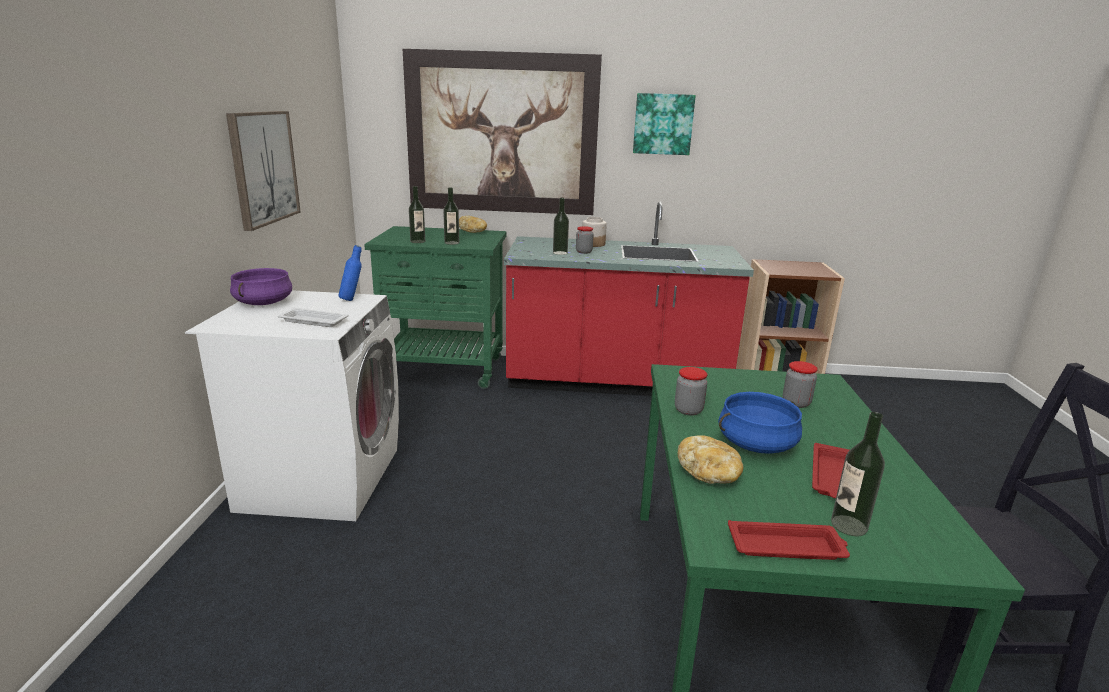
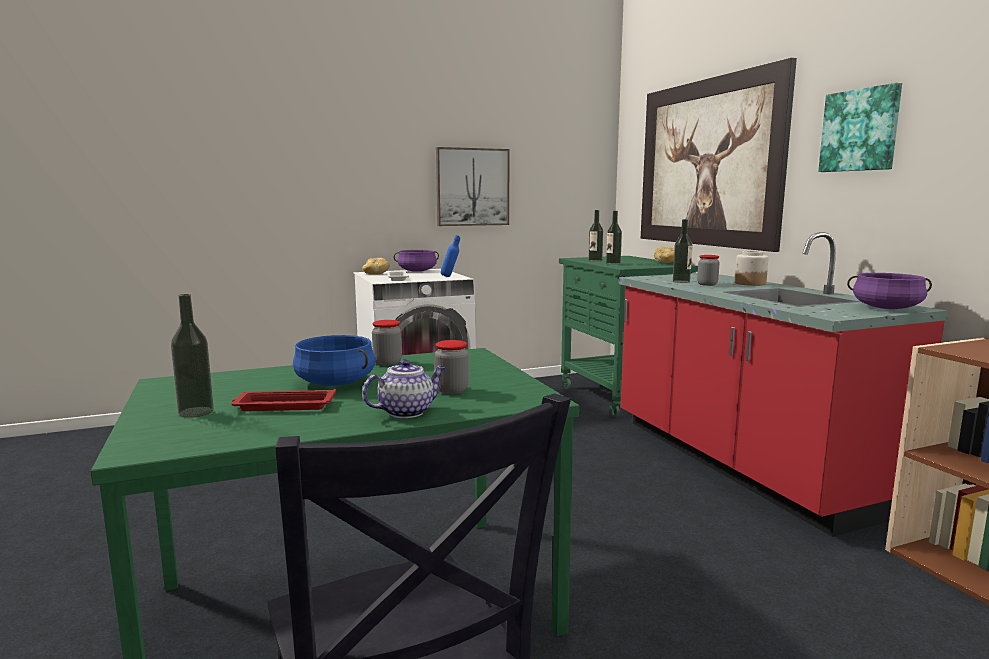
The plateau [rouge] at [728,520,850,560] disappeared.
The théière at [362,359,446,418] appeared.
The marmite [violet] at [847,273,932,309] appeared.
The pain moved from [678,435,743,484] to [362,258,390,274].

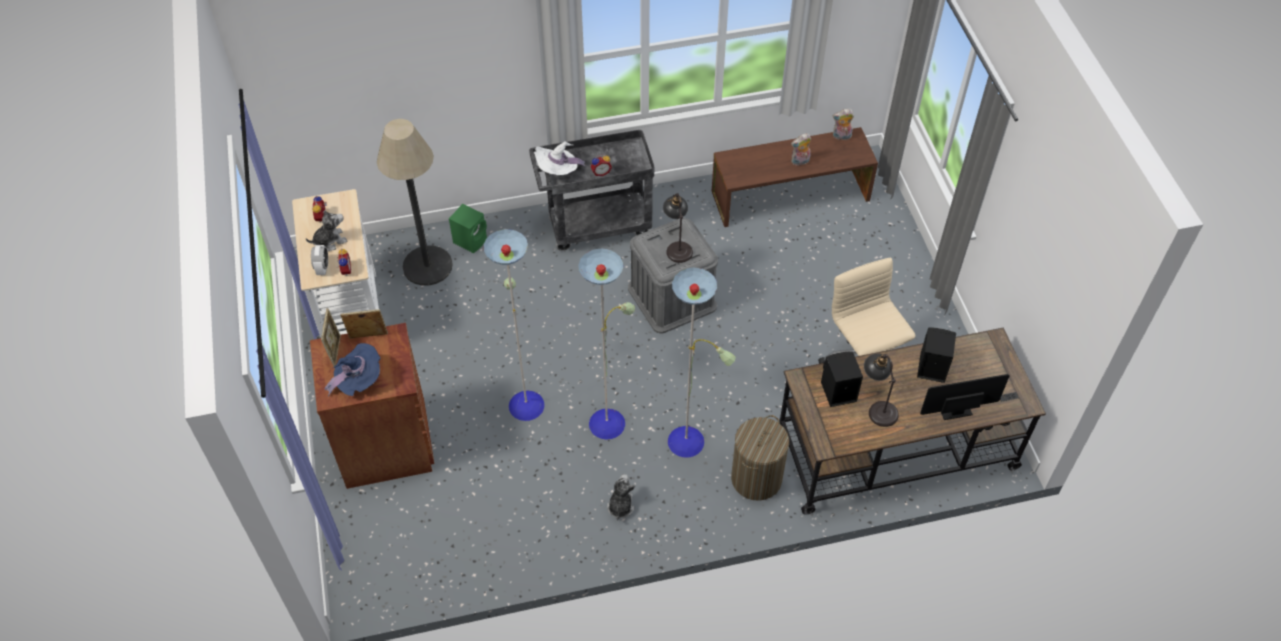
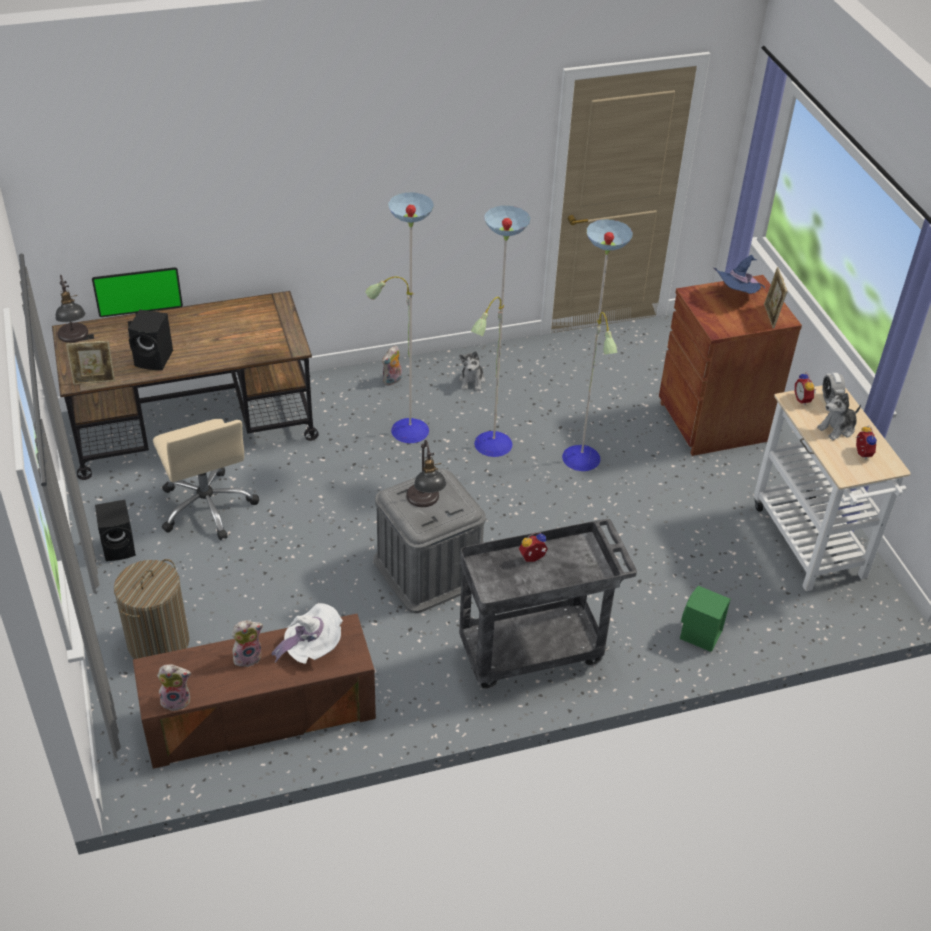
The lampadaire at [377,119,453,286] disappeared.
The peluche at [382,346,402,385] appeared.
The cadre photo moved from [340,309,388,339] to [66,341,115,385].
The chapeau [blanc] moved from [534,141,588,175] to [271,603,343,664].
The panier à linge moved from [731,415,789,501] to [114,559,190,659].
The enceinte [noir] moved from [821,351,863,407] to [95,500,136,561].
The lampe de table [gris] moved from [864,354,899,427] to [55,275,88,343].

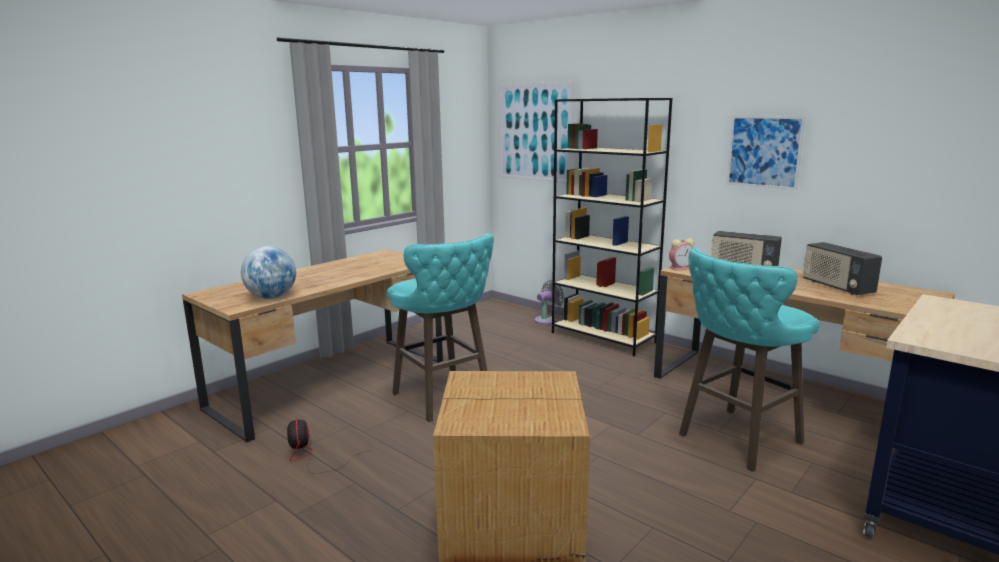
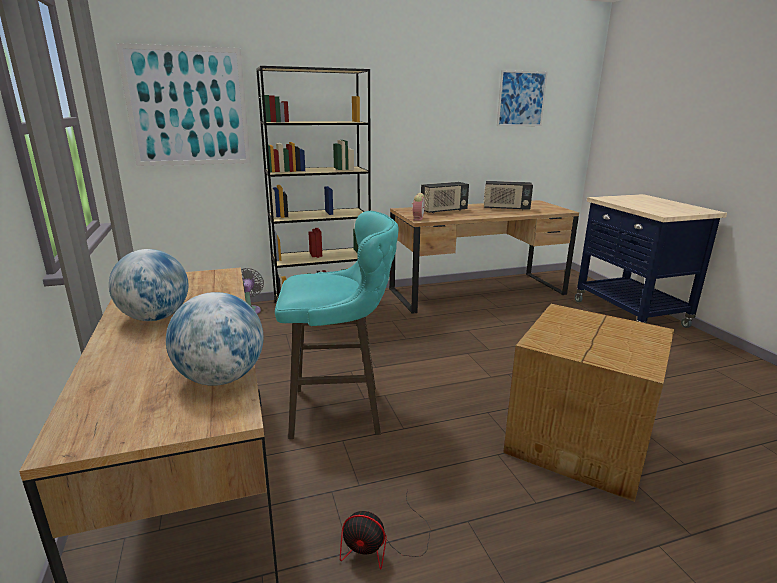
The tabouret [turquoise] at [679,247,819,472] disappeared.
The globe at [109,249,188,321] appeared.
The tableau moved from [726,116,806,190] to [497,70,548,126].

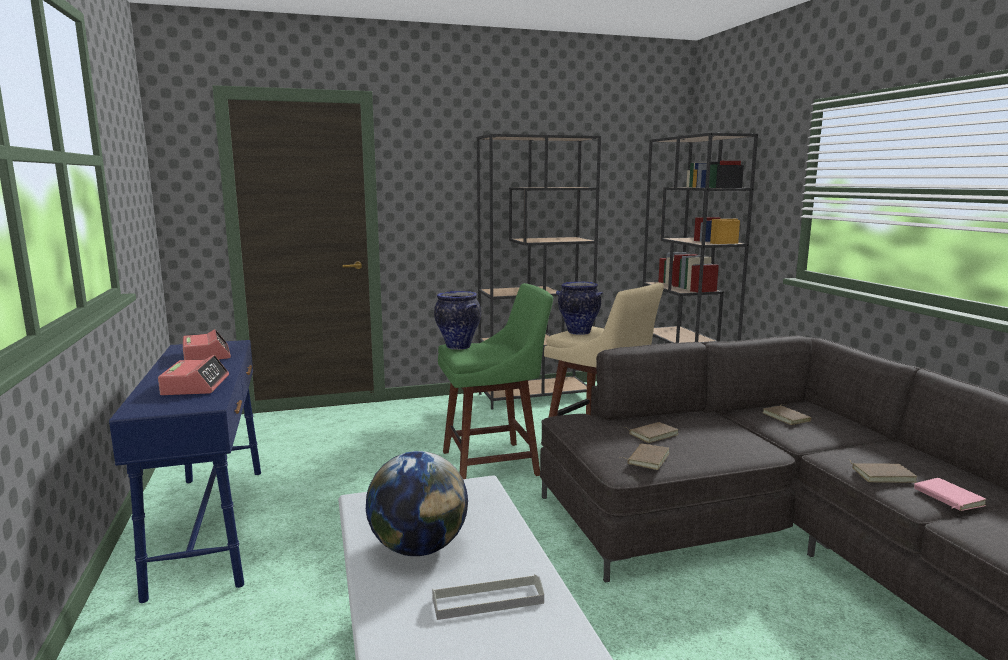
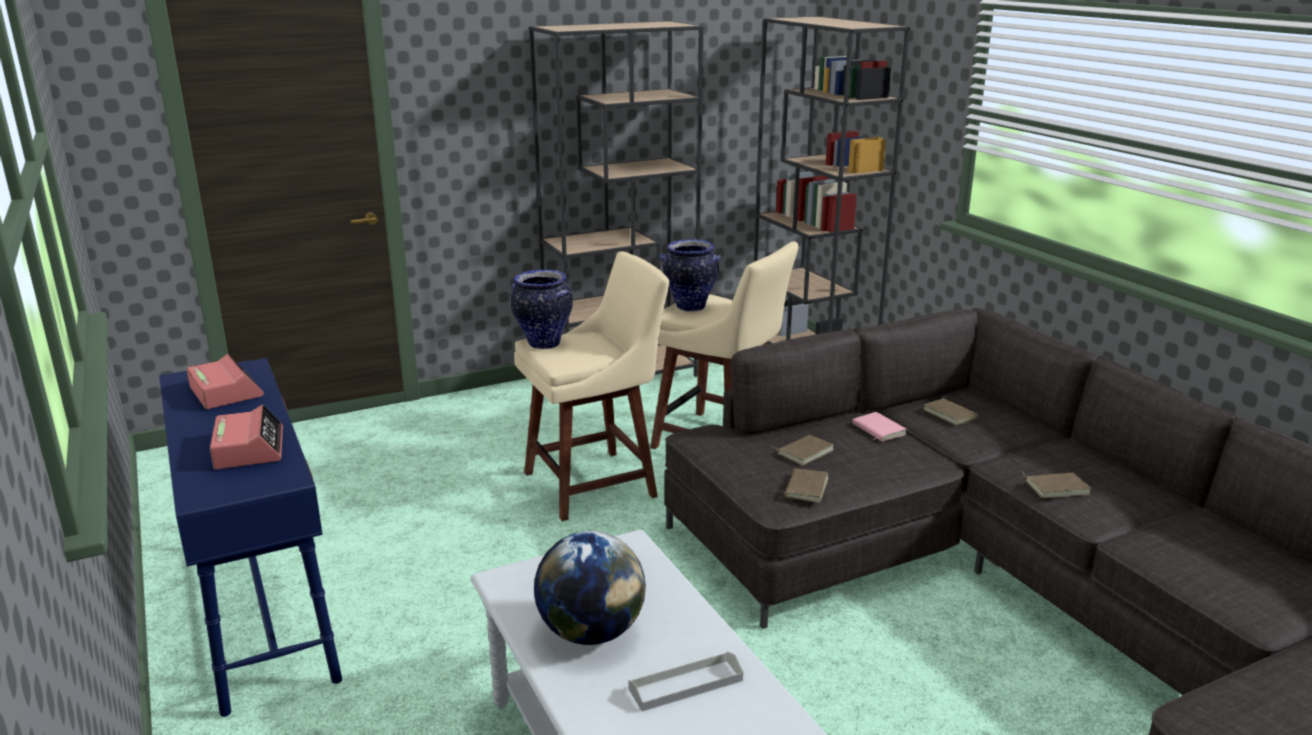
The livre [rose] moved from [914,478,987,511] to [852,412,906,441].
The tabouret [vert] at [438,283,553,479] became the tabouret [beige] at [514,252,669,521].

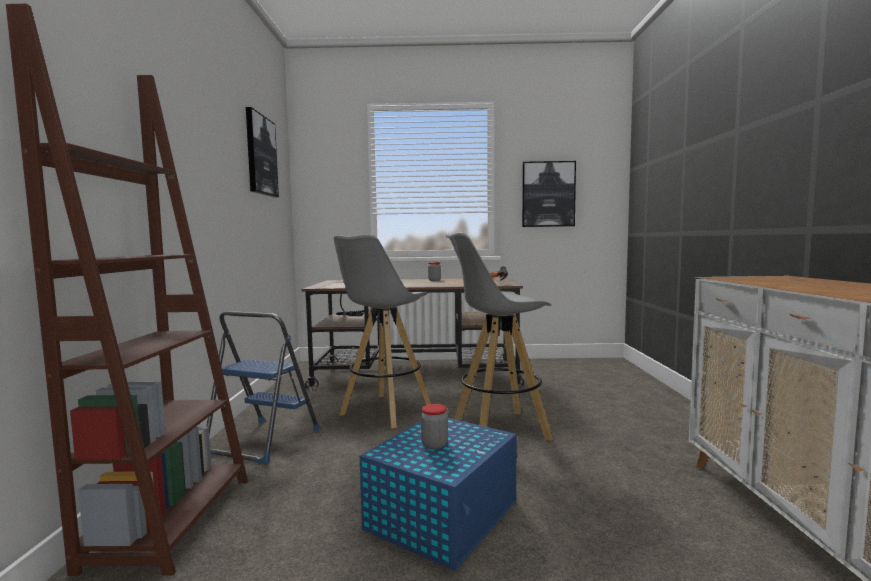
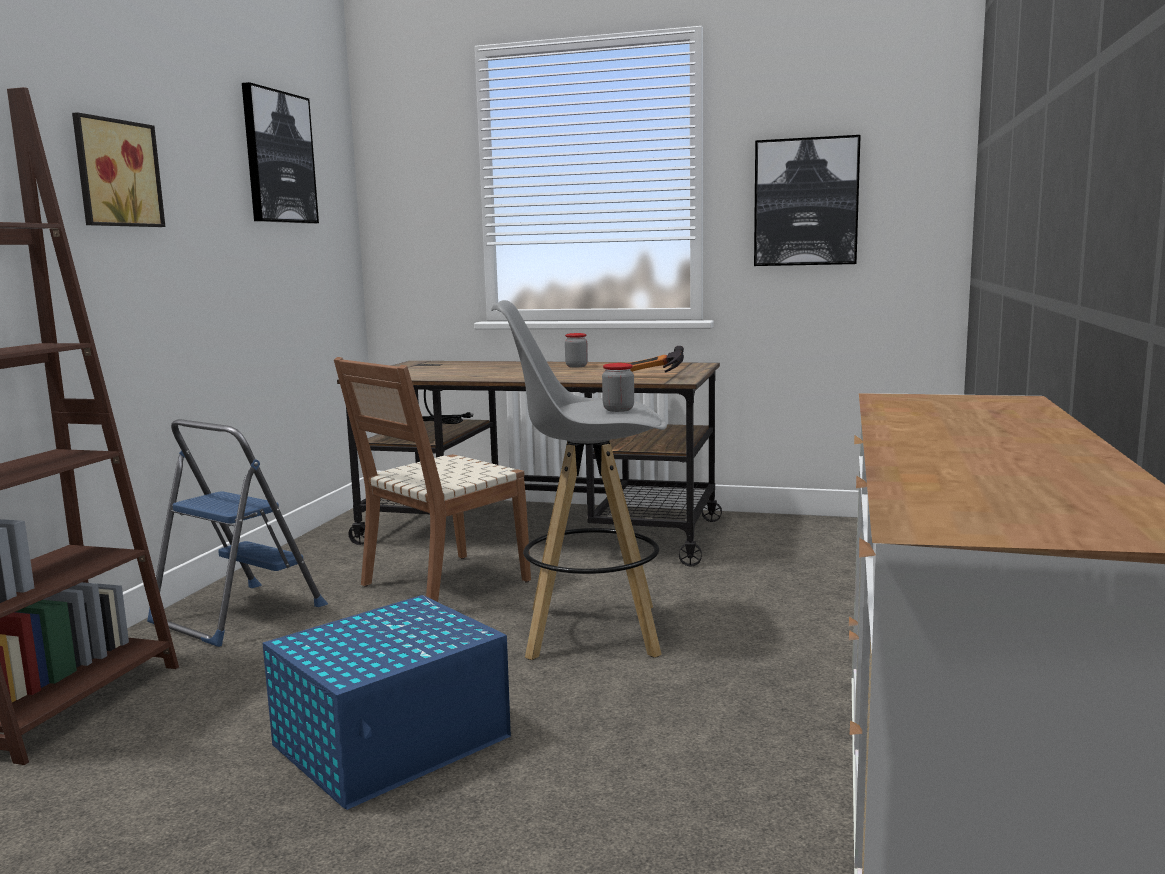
The tableau at [72,112,165,227] appeared.
The bocal moved from [421,404,448,449] to [602,363,634,412].
The tabouret [gris] at [334,234,431,429] was replaced by the chaise at [334,357,531,602].

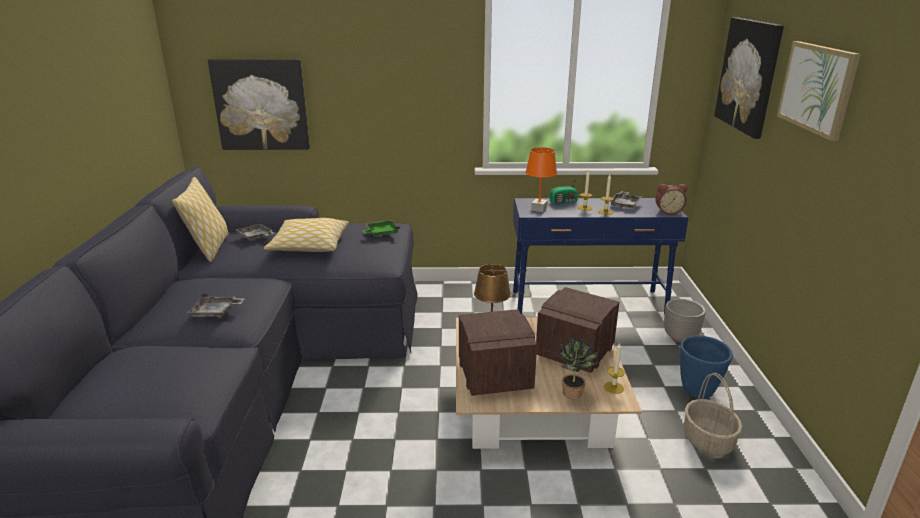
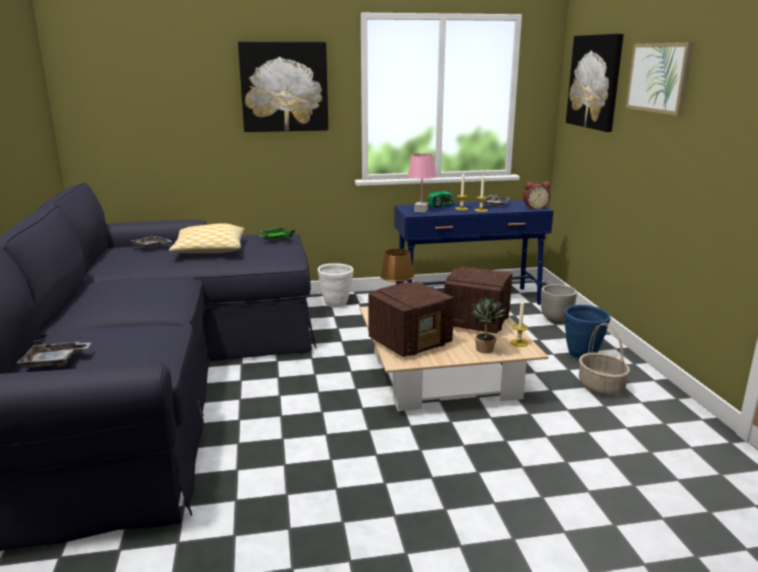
The coussin at [172,177,229,262] disappeared.
The cache-pot [blanc] at [318,263,353,308] appeared.
The plateau [gris] moved from [187,293,245,317] to [17,340,91,368].
The tableau moved from [208,59,310,150] to [238,42,328,132].
The lampe de table [orange] at [525,147,557,212] became the lampe de table [rose] at [408,153,436,213].
The radio at [459,309,537,396] turned 75 degrees clockwise.

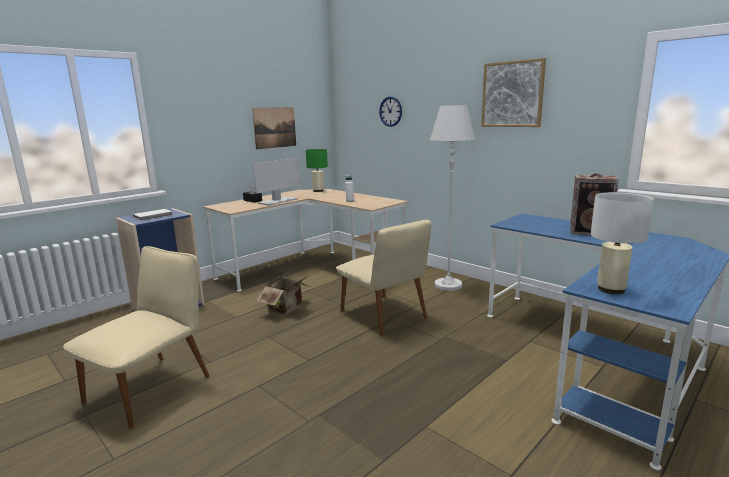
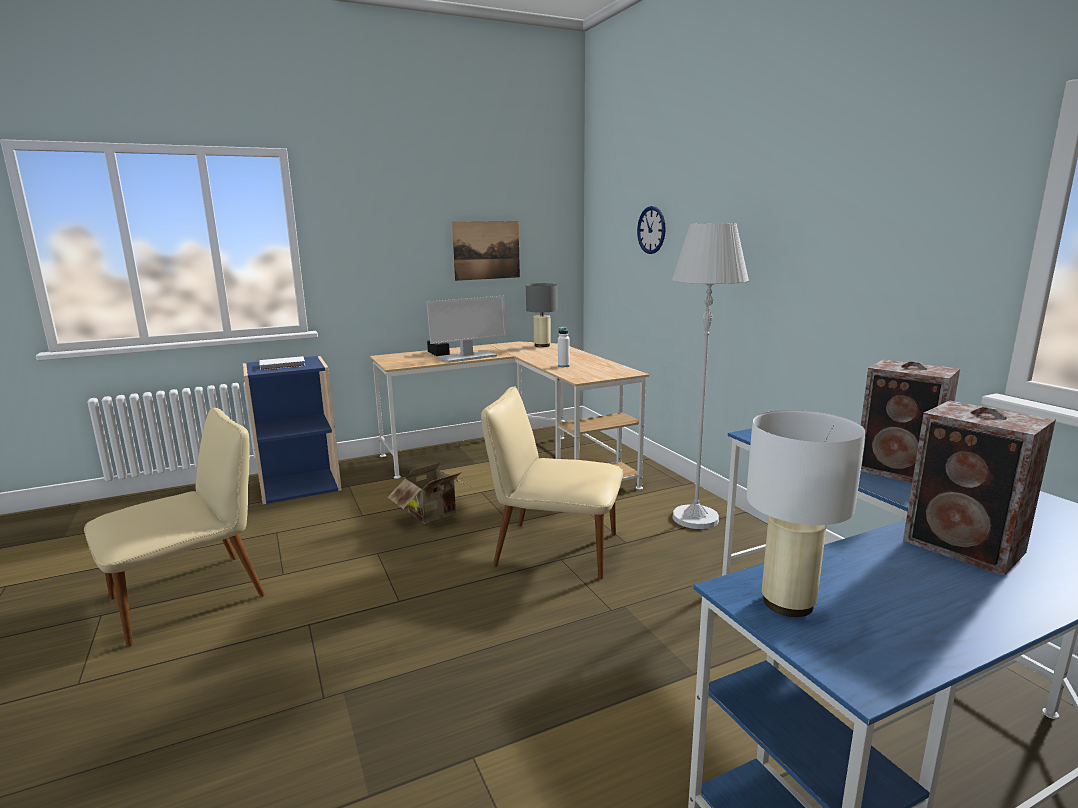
The tableau at [481,58,546,127] disappeared.
The enceinte at [903,400,1056,576] appeared.
The lampe de table [vert] at [306,149,328,192] became the lampe de table [gris] at [526,283,557,347].
The chaise [beige] at [336,220,432,335] turned 120 degrees clockwise.

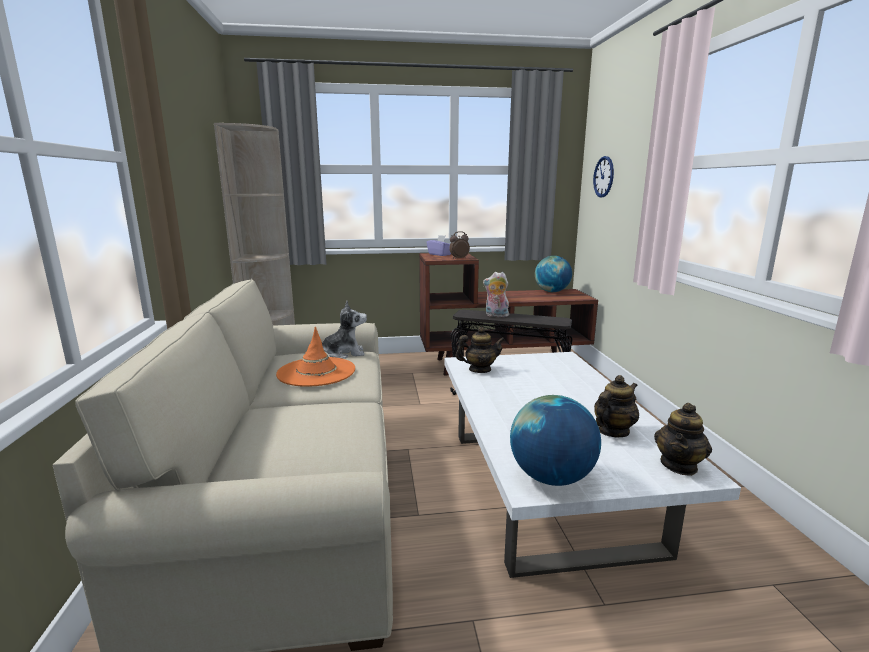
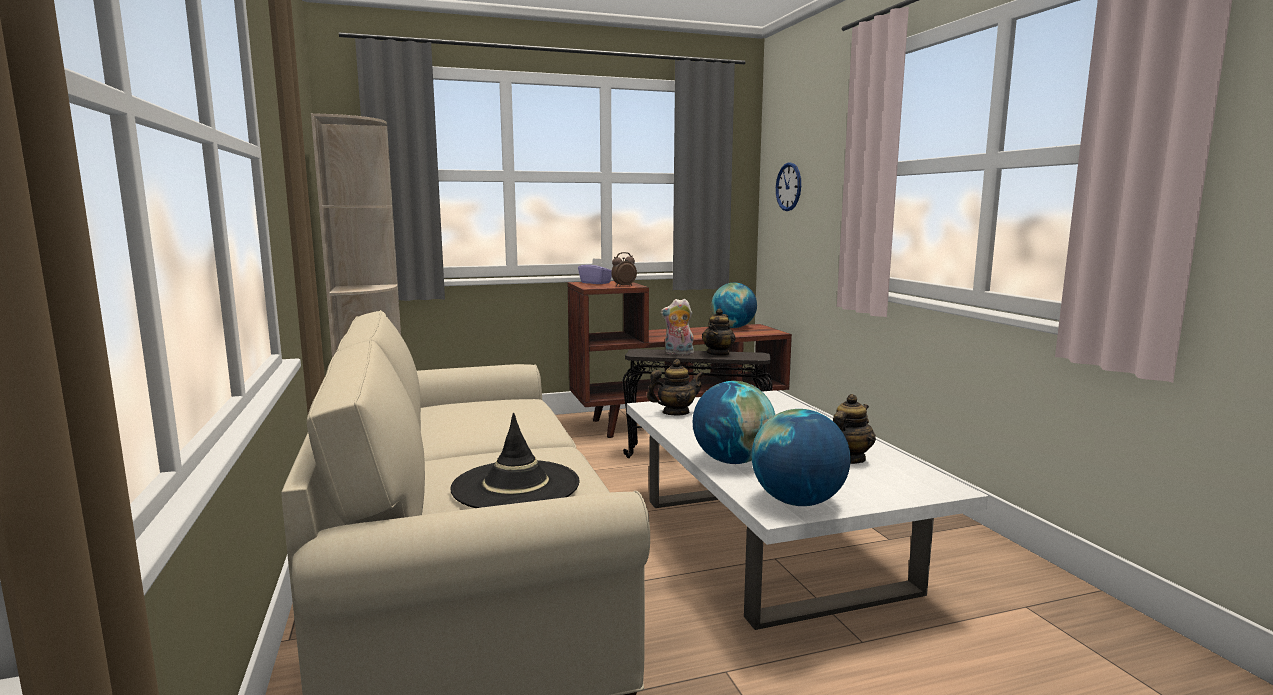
The chapeau [orange] at [276,327,355,387] disappeared.
The peluche at [322,301,367,359] disappeared.
The chapeau [noir] at [450,413,579,508] appeared.
The globe at [693,381,775,464] appeared.
The théière moved from [654,403,712,476] to [702,308,736,356].

